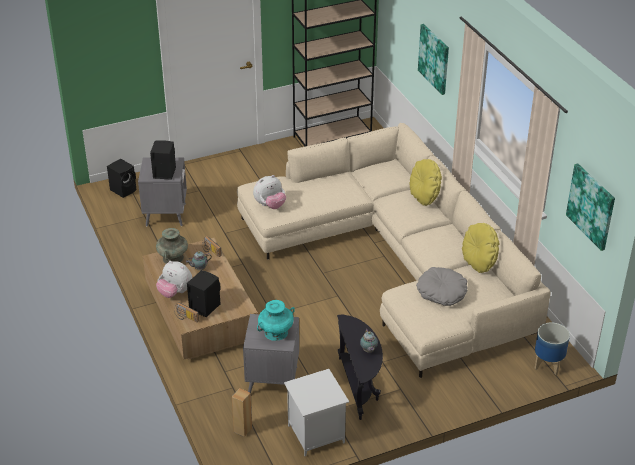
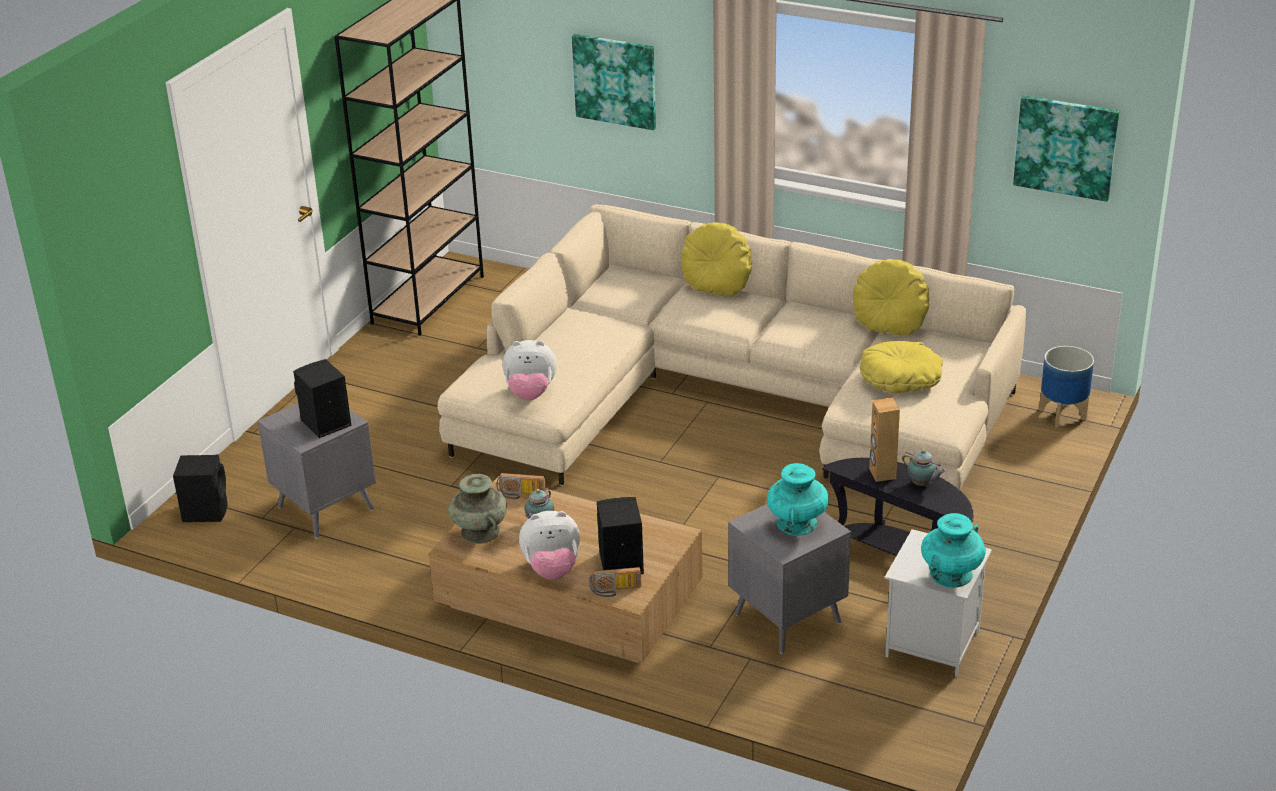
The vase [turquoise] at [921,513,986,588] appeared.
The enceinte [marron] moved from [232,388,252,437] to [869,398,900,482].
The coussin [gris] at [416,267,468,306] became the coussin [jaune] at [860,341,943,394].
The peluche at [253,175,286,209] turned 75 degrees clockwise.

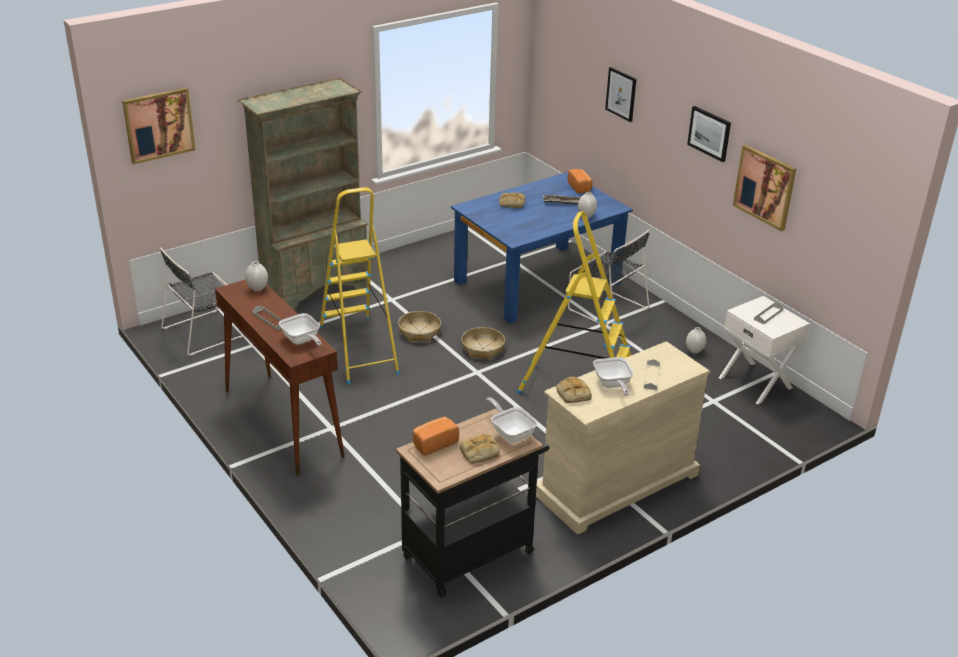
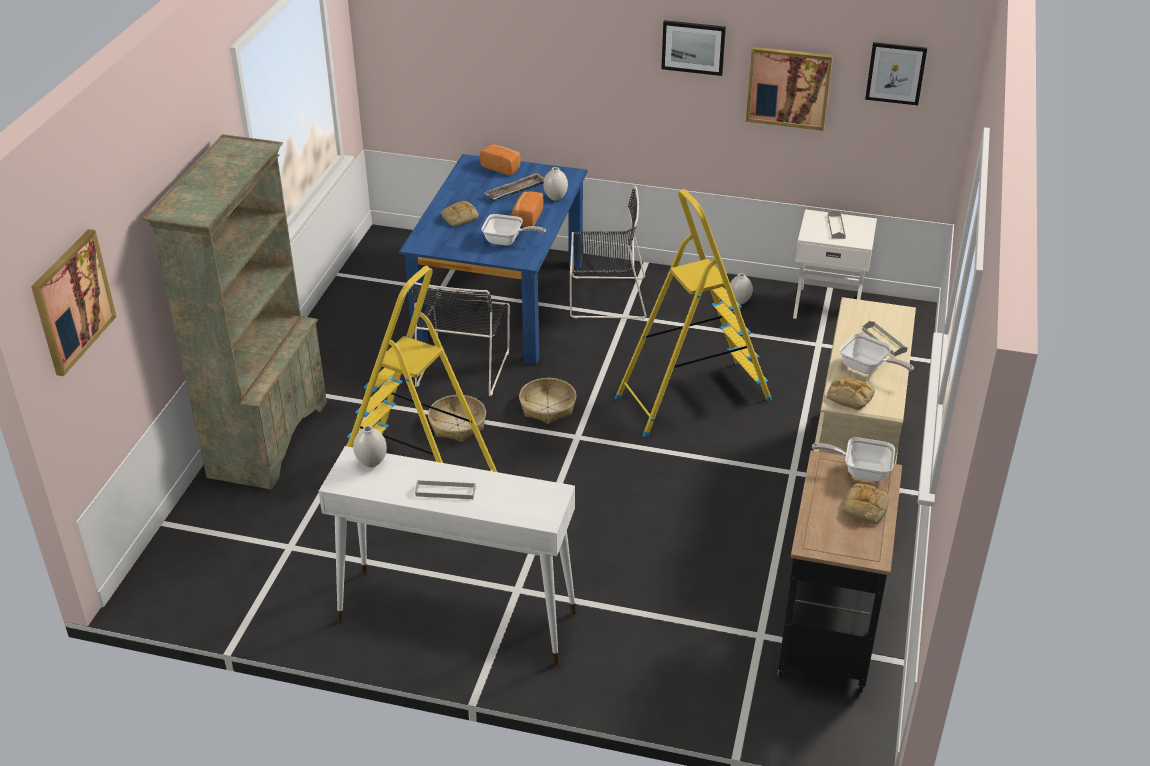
The chaise [noir] moved from [160,247,244,355] to [411,282,510,396].
The poêle moved from [279,313,322,346] to [481,214,546,246].
The pain moved from [413,417,459,456] to [512,191,543,227].
The tableau moved from [605,67,636,122] to [865,42,927,105].
The table console [marron] at [215,280,345,476] became the table console [blanc] at [319,446,576,666].

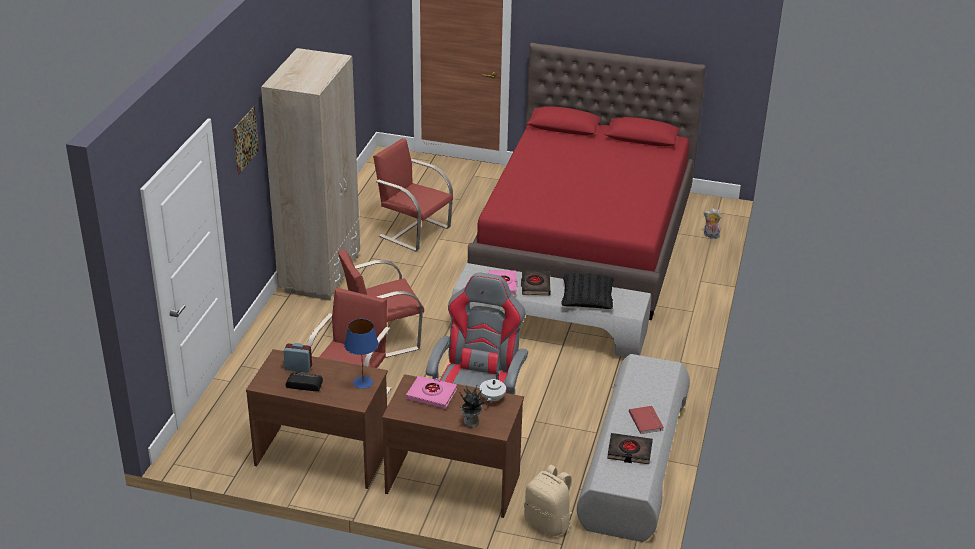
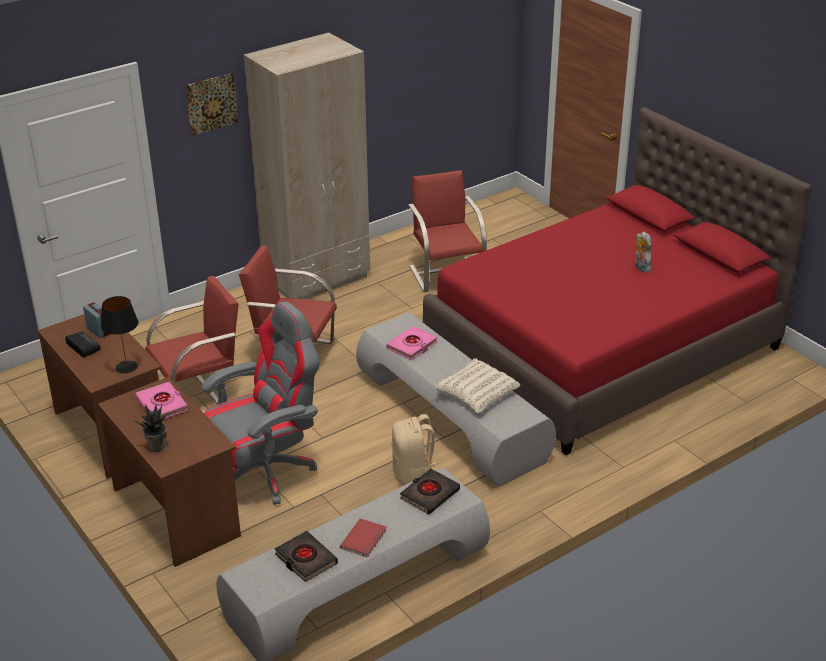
The théière [blanc] at [480,372,506,403] disappeared.
The livre [noir] moved from [521,270,551,295] to [400,468,460,514].
The sac à dos [beige] moved from [524,465,572,537] to [392,414,438,486].
The peluche moved from [704,208,721,239] to [635,231,652,272].
The lampe de table [bleu] at [344,319,379,389] became the lampe de table [noir] at [101,296,139,373].
The coussin [noir] at [561,273,614,309] became the coussin [beige] at [434,358,520,413].

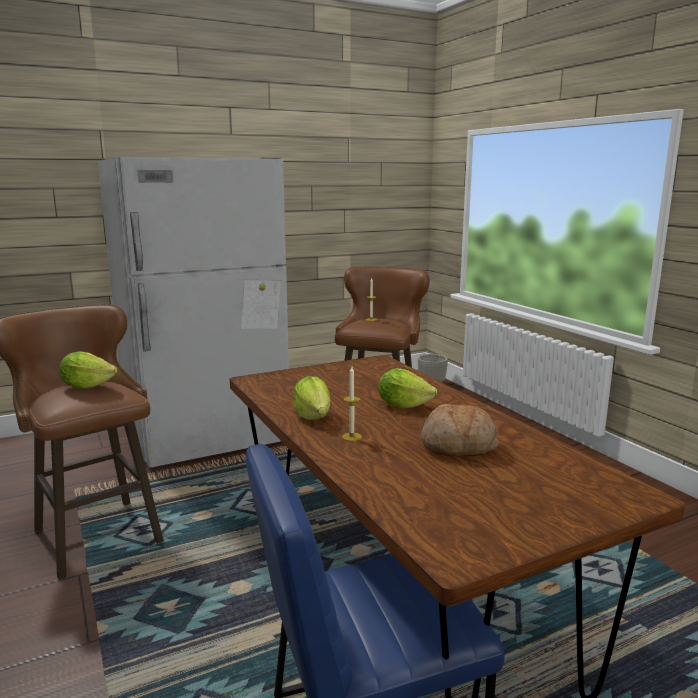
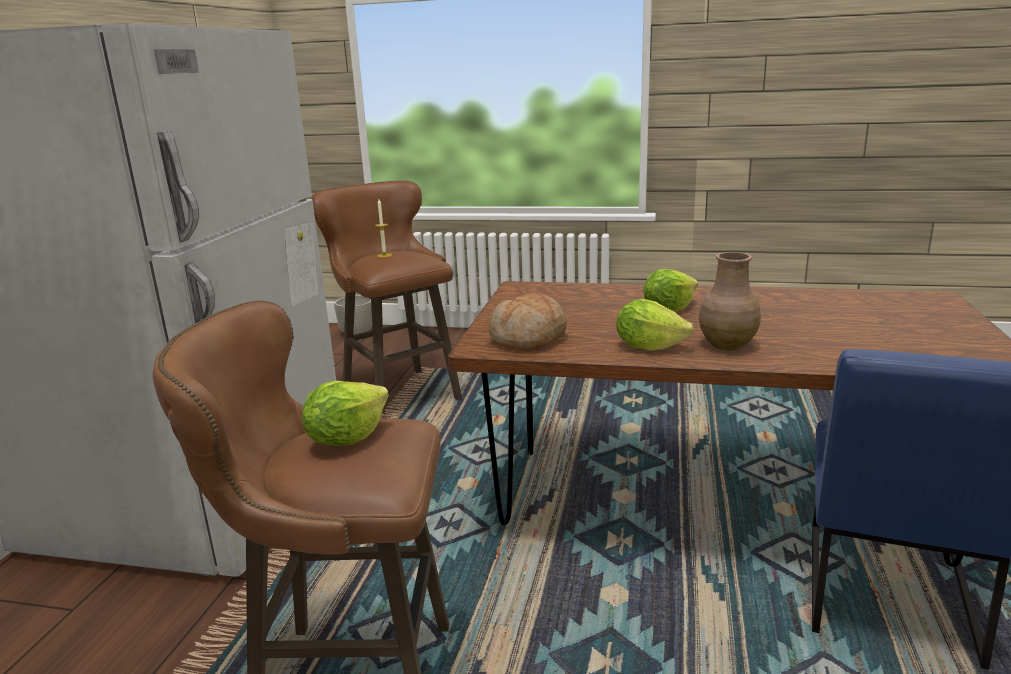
The pain moved from [421,403,499,456] to [489,293,567,351].
The bougie at [342,367,362,441] was replaced by the vase [marron] at [699,252,761,351].

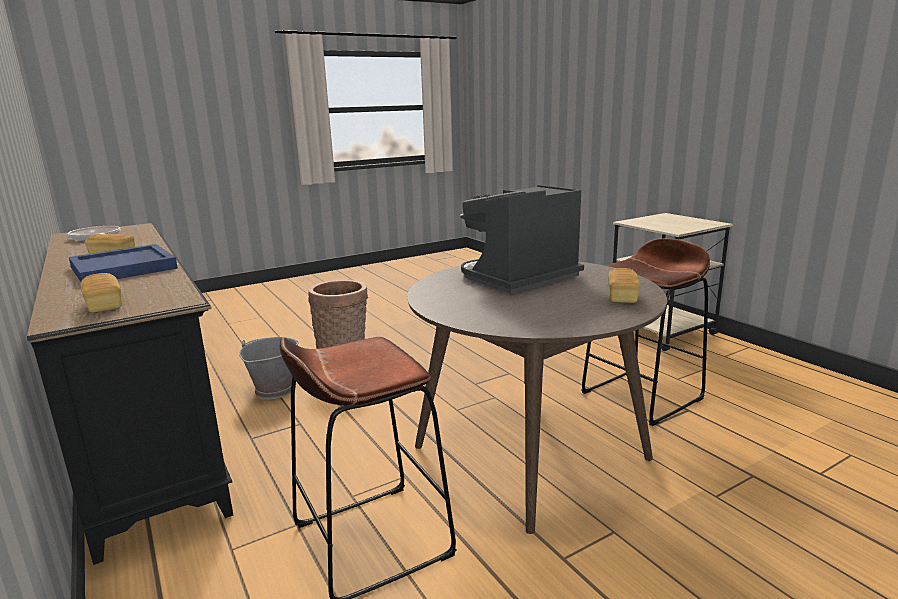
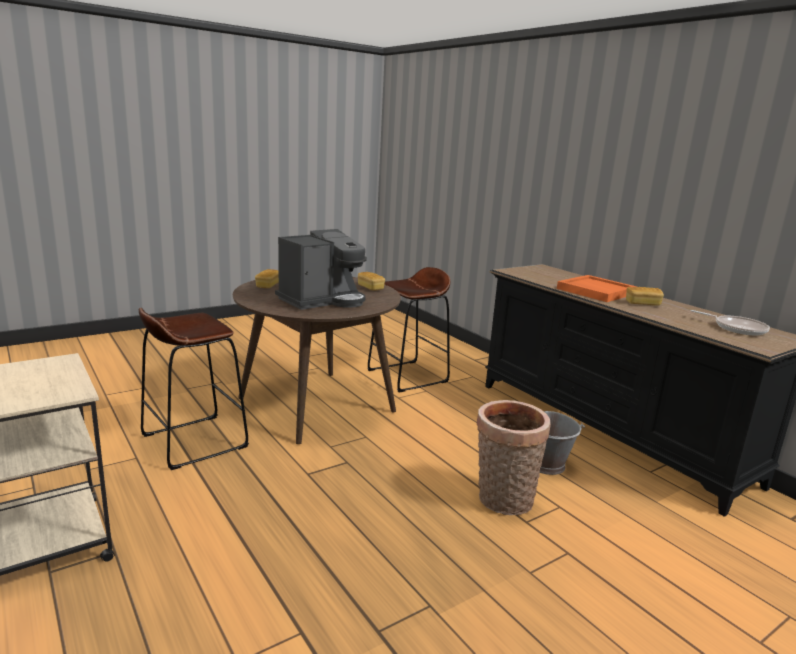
The pain moved from [81,273,122,312] to [358,272,385,291].
The plateau [bleu] at [69,244,178,282] became the plateau [orange] at [557,275,637,302].

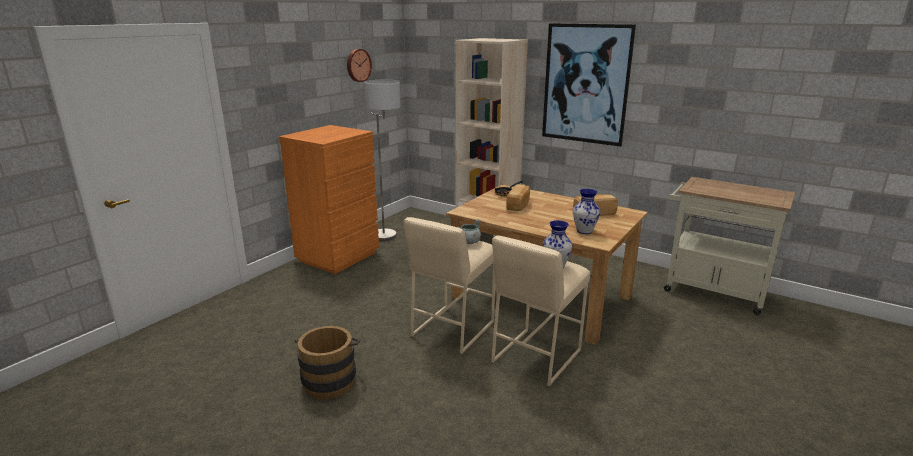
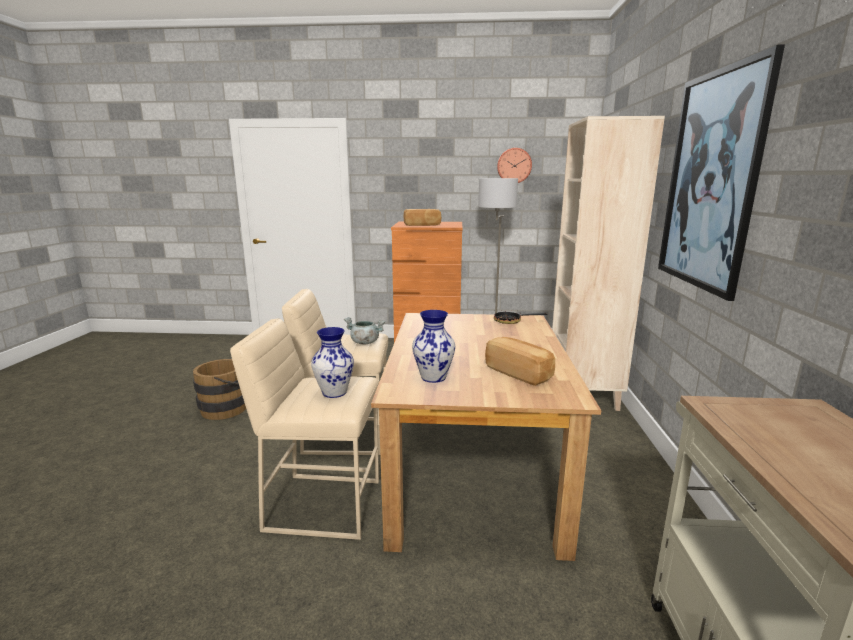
The pain moved from [506,184,530,211] to [403,209,441,226].

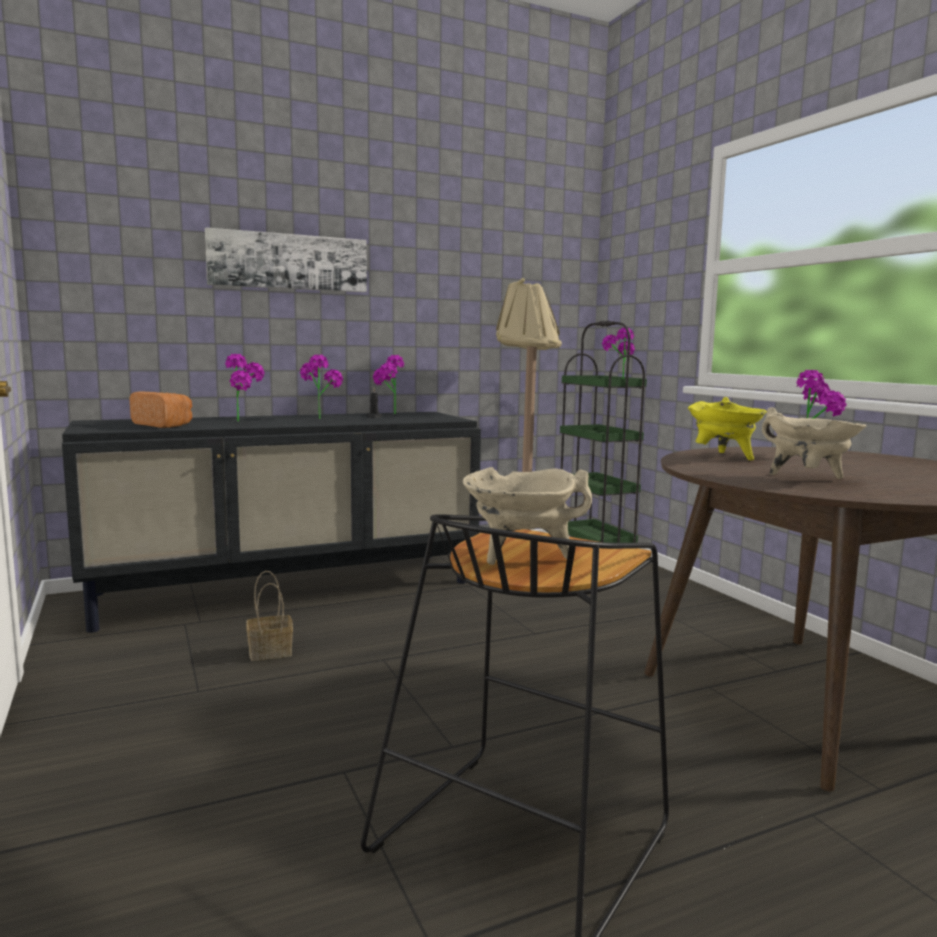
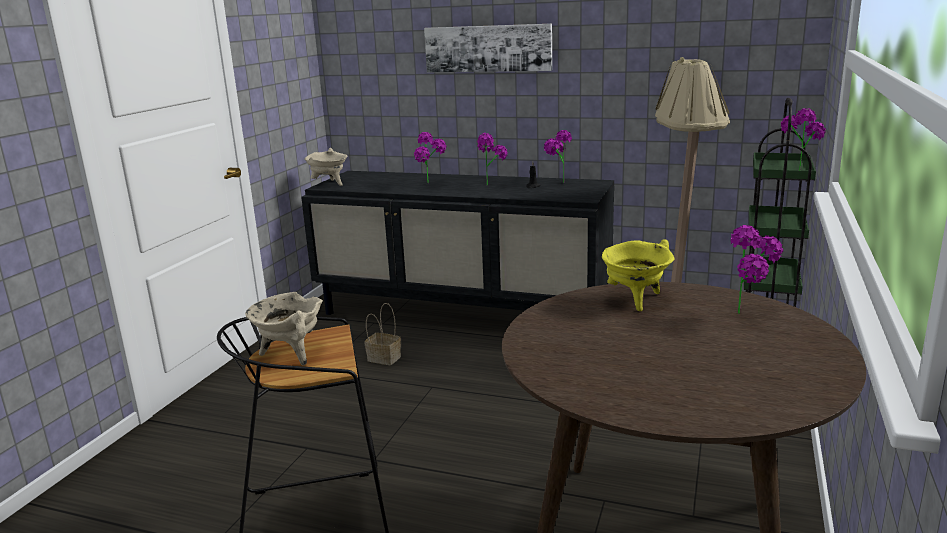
The pain at [129,391,192,428] disappeared.
The marmite [beige] moved from [762,407,867,479] to [304,148,347,186].

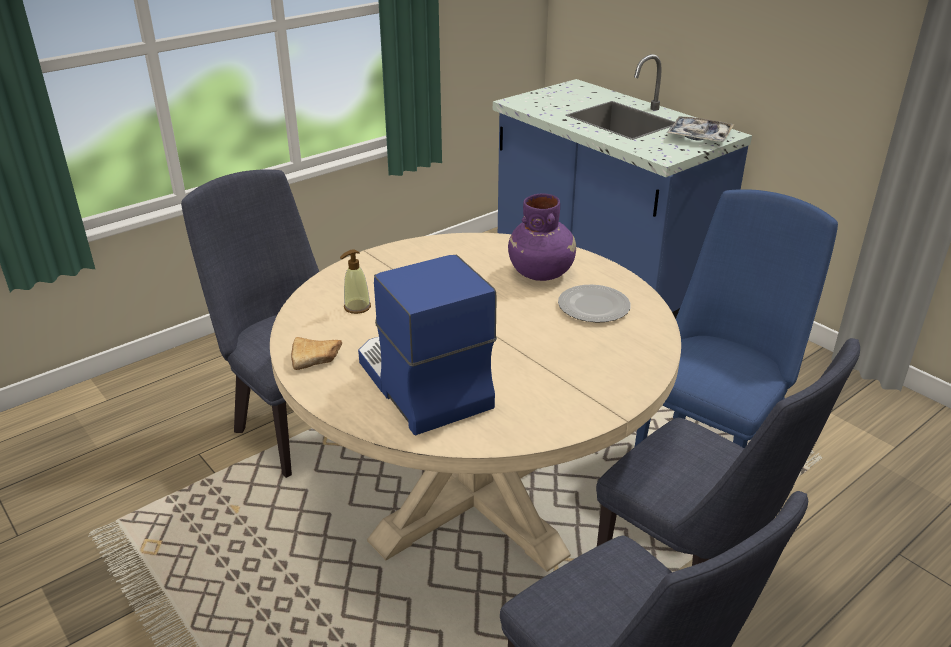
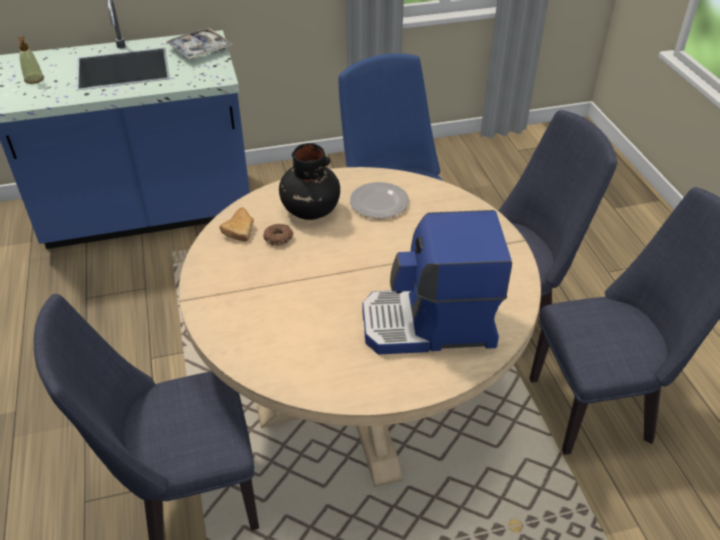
The beignet at [263,223,293,246] appeared.
The pain moved from [291,337,342,370] to [219,207,254,241].
The distributeur de savon moved from [340,249,371,314] to [18,36,44,84].
The vase [violet] at [508,193,576,281] became the vase [noir] at [279,143,340,220].

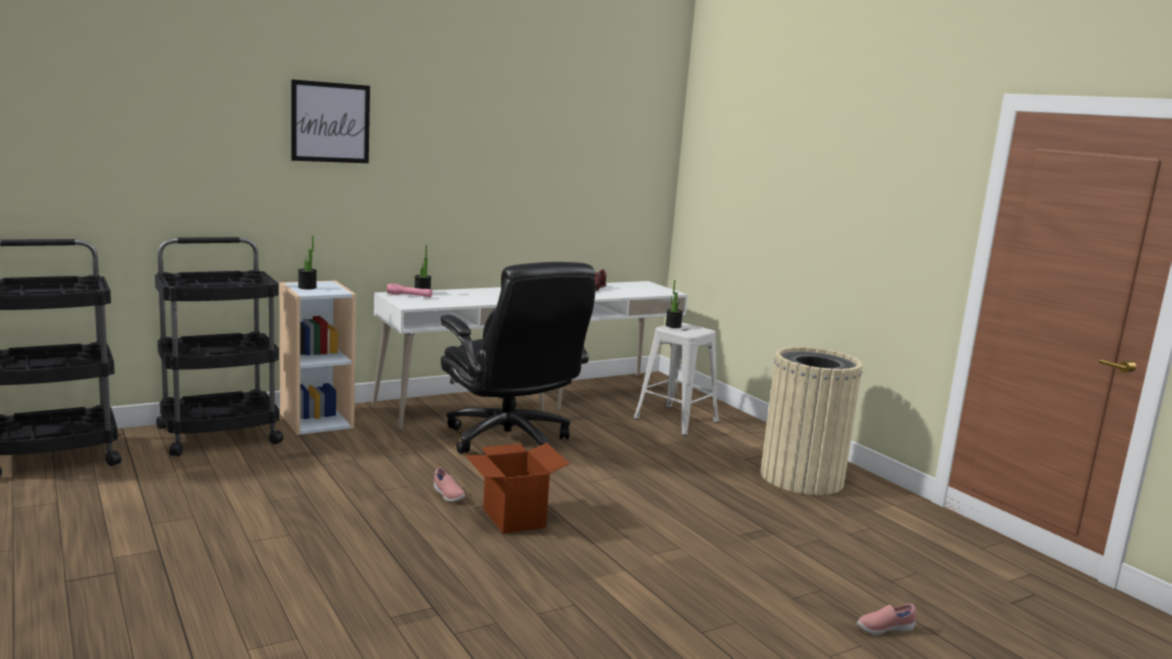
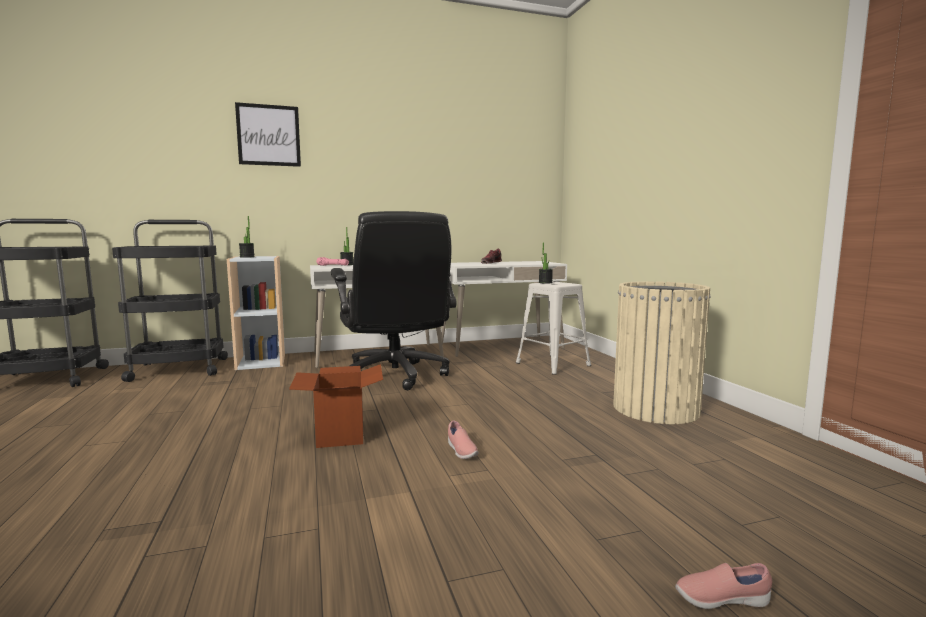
The chaussure [rose] moved from [434,467,465,502] to [448,421,478,459].

